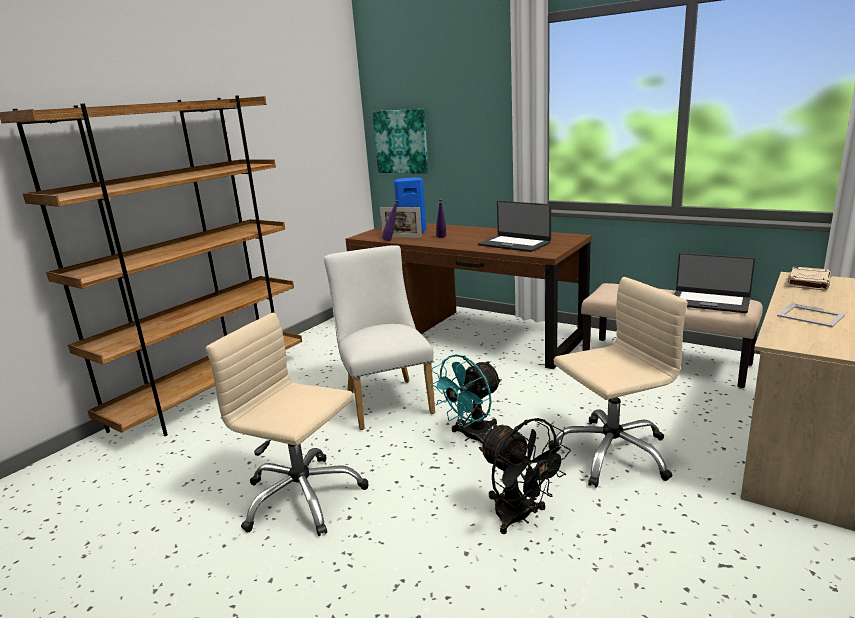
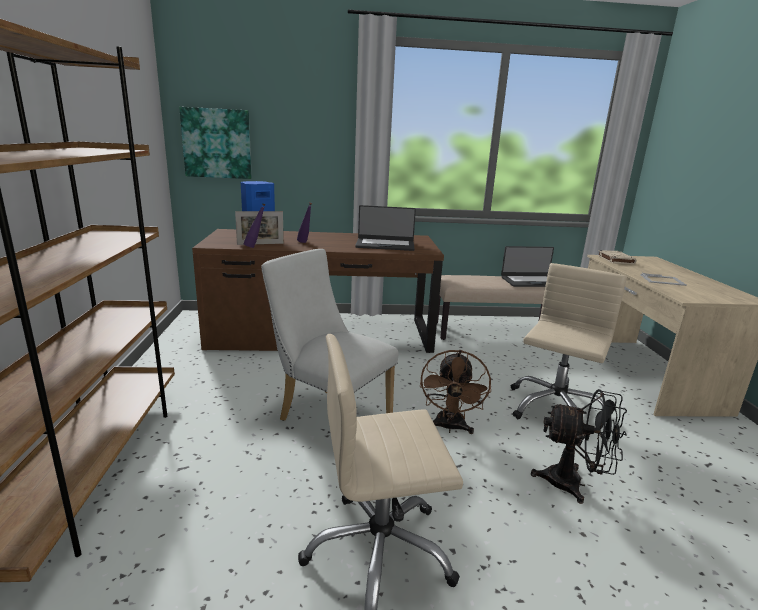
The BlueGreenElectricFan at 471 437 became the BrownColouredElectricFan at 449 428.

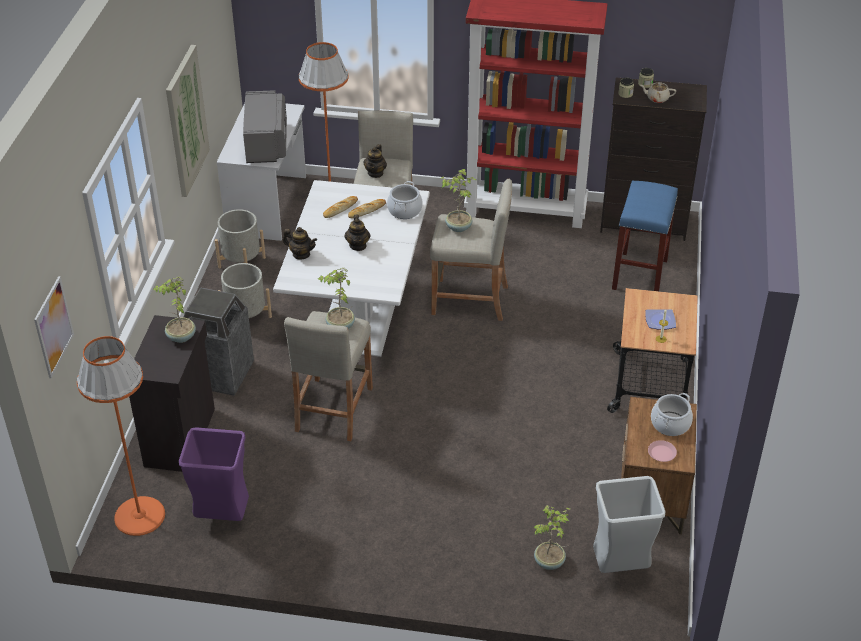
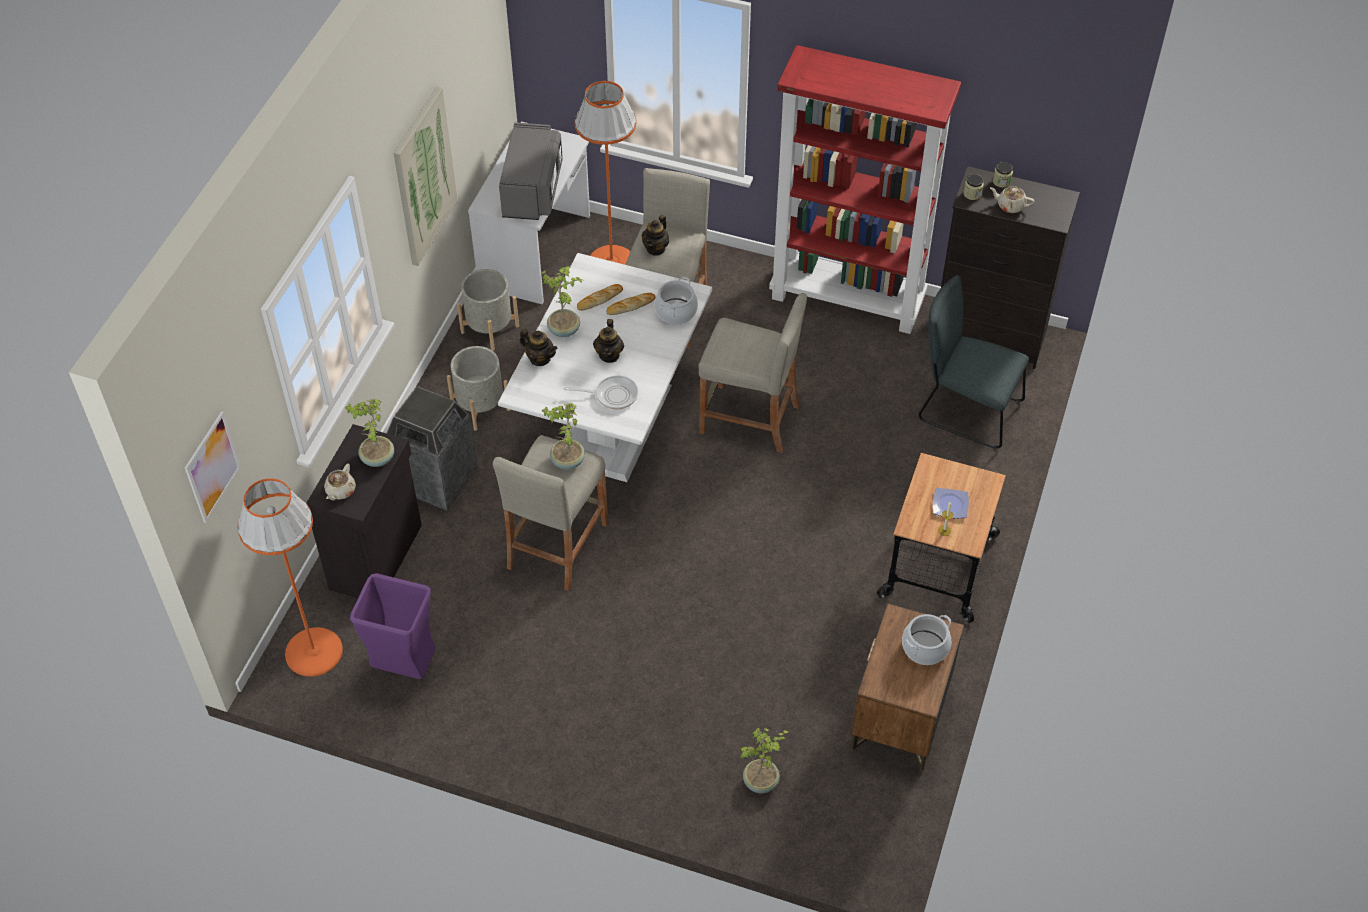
The GreyWasteBin at 619 568 disappeared.
The PinkFlatDish at 662 453 disappeared.
The BeigeTeapot at 340 491 appeared.
The FryingPan at 612 395 appeared.
The PottedPlant moved from 458 227 to 564 329.
The BlueColouredStoolSeat at 639 274 was replaced by the GreyUprightChair at 965 409.

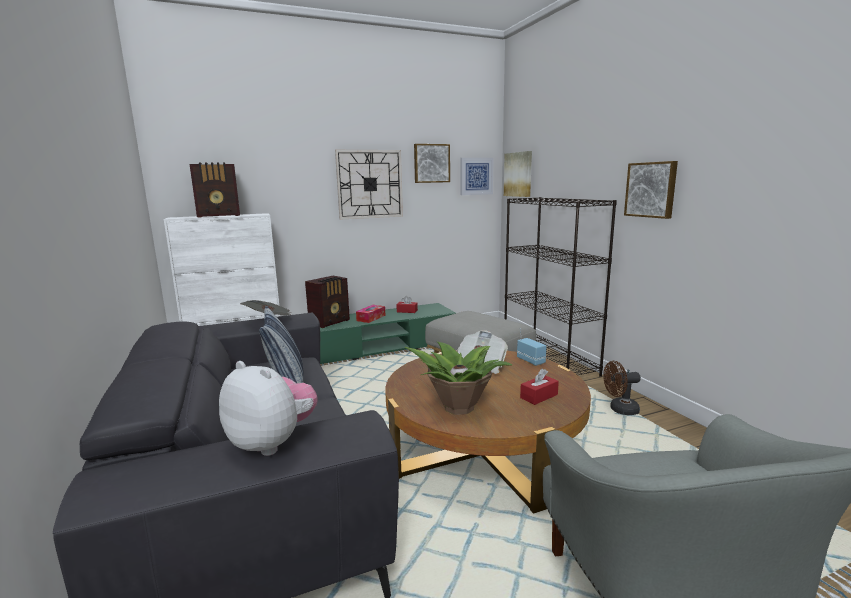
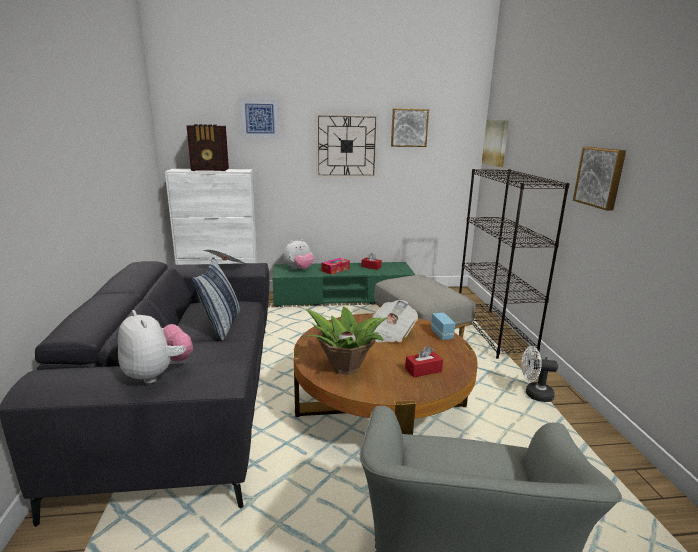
The WallPicture moved from 476 176 to 259 118.
The RadioSet at 330 322 was replaced by the SoftToy at 299 269.
The BrownColouredElectricFan at 620 410 became the WhiteColouredElectricFan at 534 394.

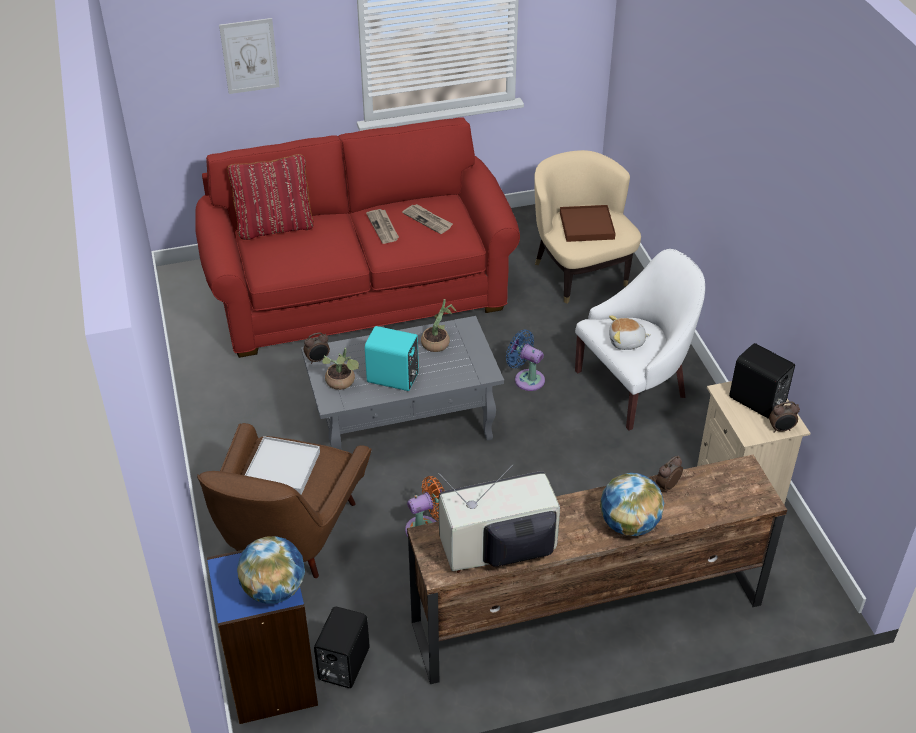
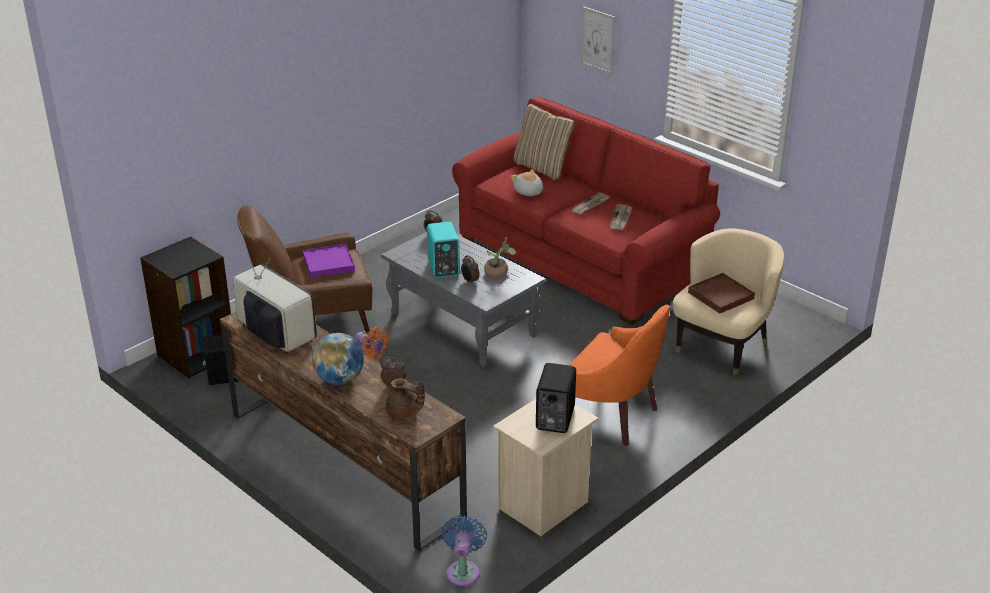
The DeskGlobe at 274 590 disappeared.
The PottedPlant at 342 383 disappeared.
The BrownColouredTeapot at 404 413 appeared.
The BlueColouredElectricFan moved from 526 379 to 463 571.
The SoftToy moved from 626 342 to 528 192.
The AlarmClock moved from 781 429 to 470 281.
The BlueColouredShelvingUnit at 271 681 became the BlackShelvingUnit at 196 354.
The RedColouredPillow at 275 227 became the BeigePillow at 542 168.
The WhiteColouredTray at 282 468 became the PurpleColouredTray at 328 263.
The WhiteColouredEasyChair at 634 386 became the OrangeyEasyChair at 611 416.

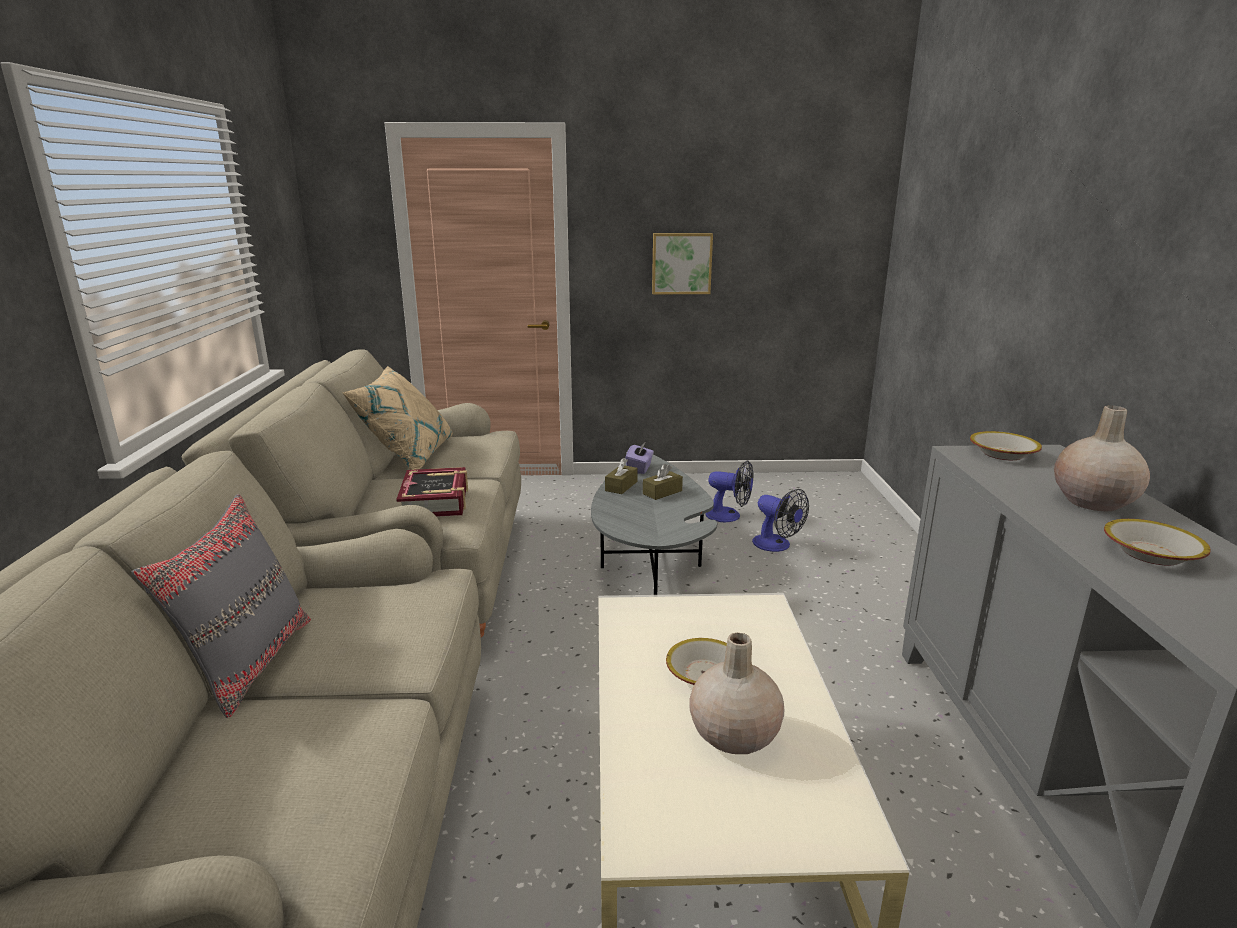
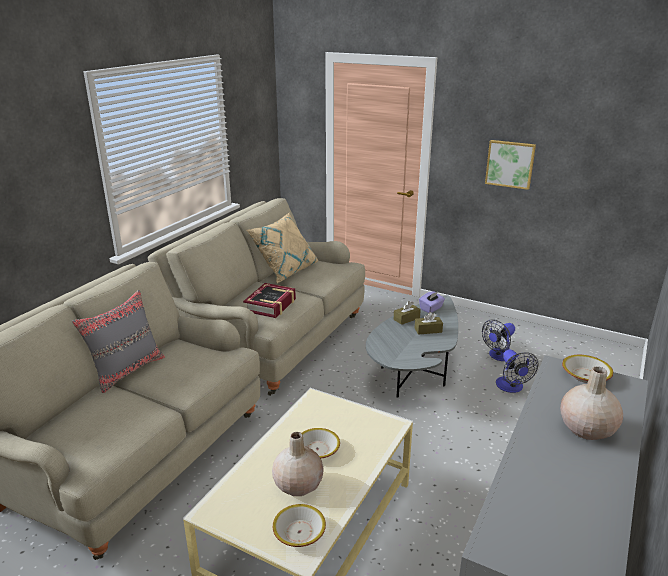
The DeepDish moved from 1151 554 to 299 532.
The ElectricFan at 729 516 turned 90 degrees clockwise.

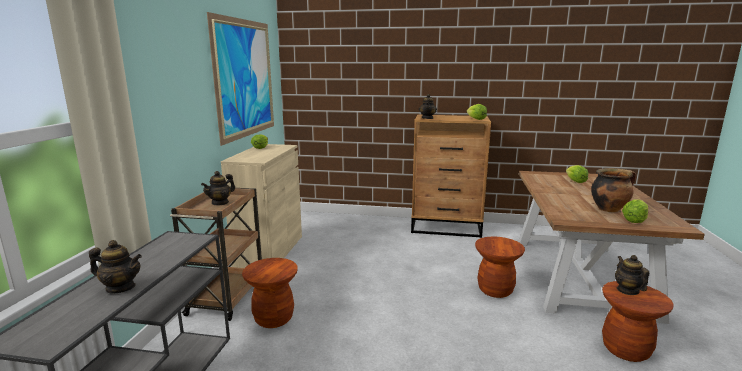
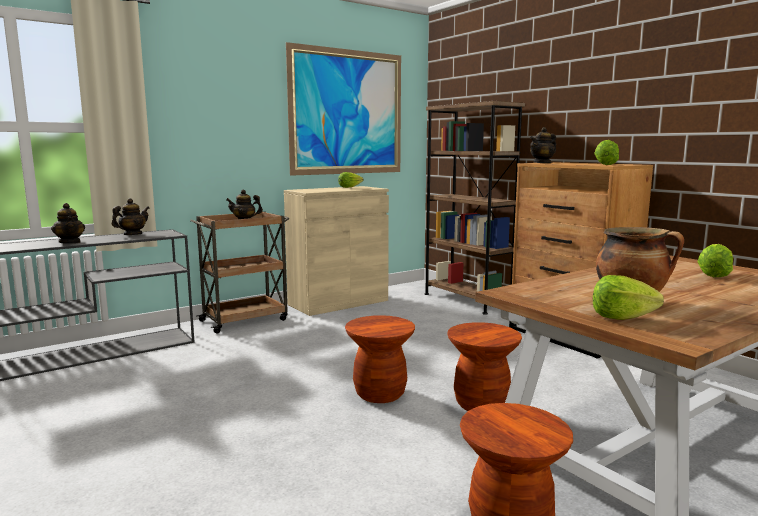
The BrownColouredShelvingUnit at 466 300 appeared.
The BrownColouredStoolSeat moved from 273 318 to 380 393.
The Teapot moved from 627 290 to 132 234.

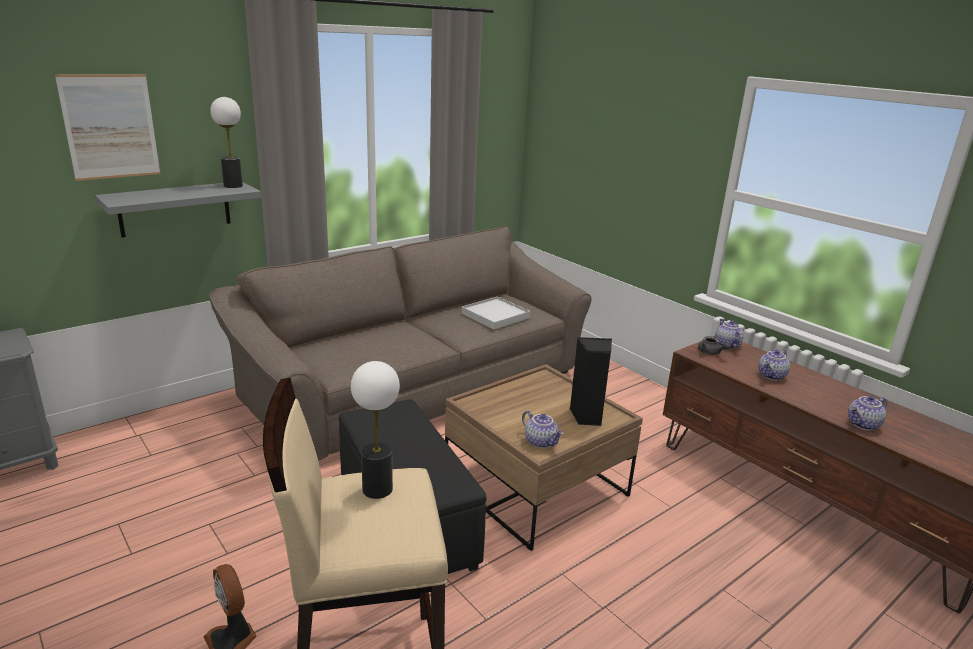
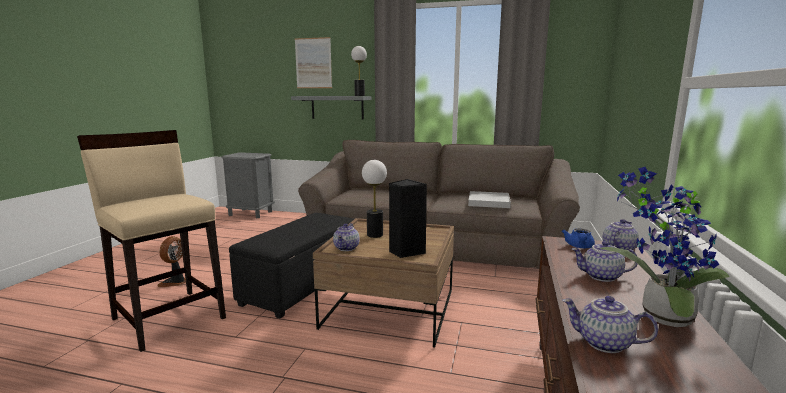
The PottedPlant at 659 316 appeared.
The TableLamp moved from 377 489 to 374 235.
The GreyTeapot at 711 353 became the BlueColouredTeapot at 579 247.

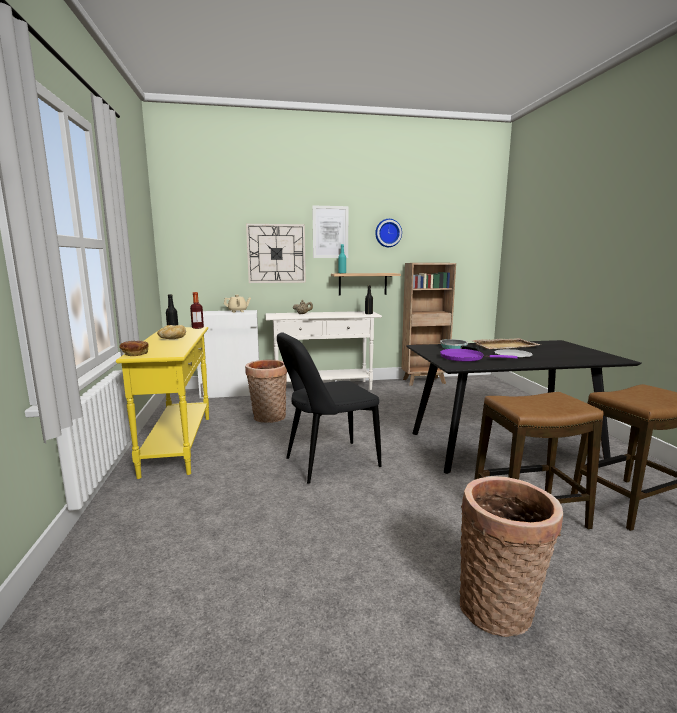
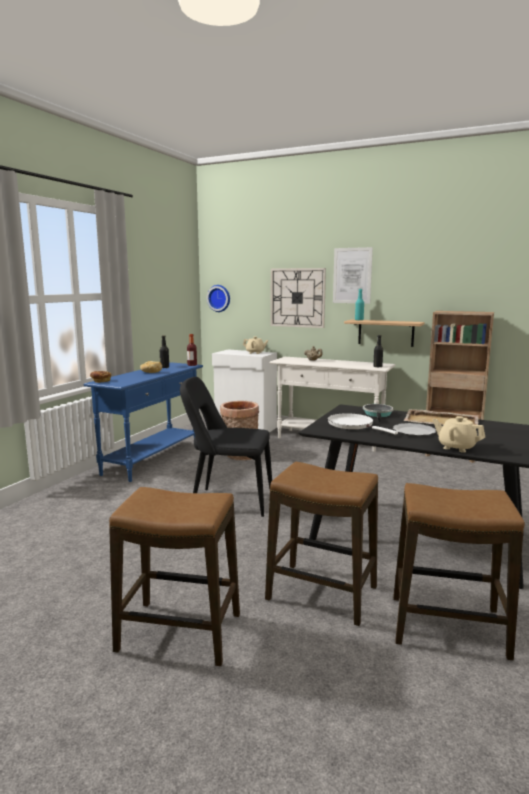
The BeigeTeapot at 456 447 appeared.
The HangingClock moved from 388 233 to 219 298.
The Basket at 500 608 was replaced by the StoolSeat at 180 632.
The YellowHallTable at 179 444 became the BlueColouredHallTable at 153 459.
The PurpleColouredFryingPan at 464 358 became the WhiteColouredFryingPan at 353 425.

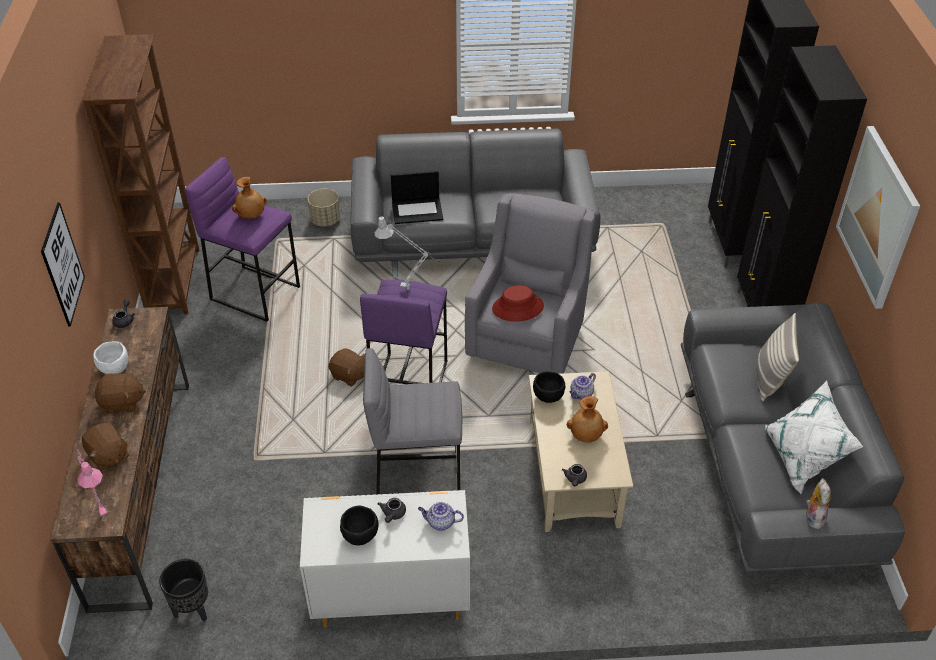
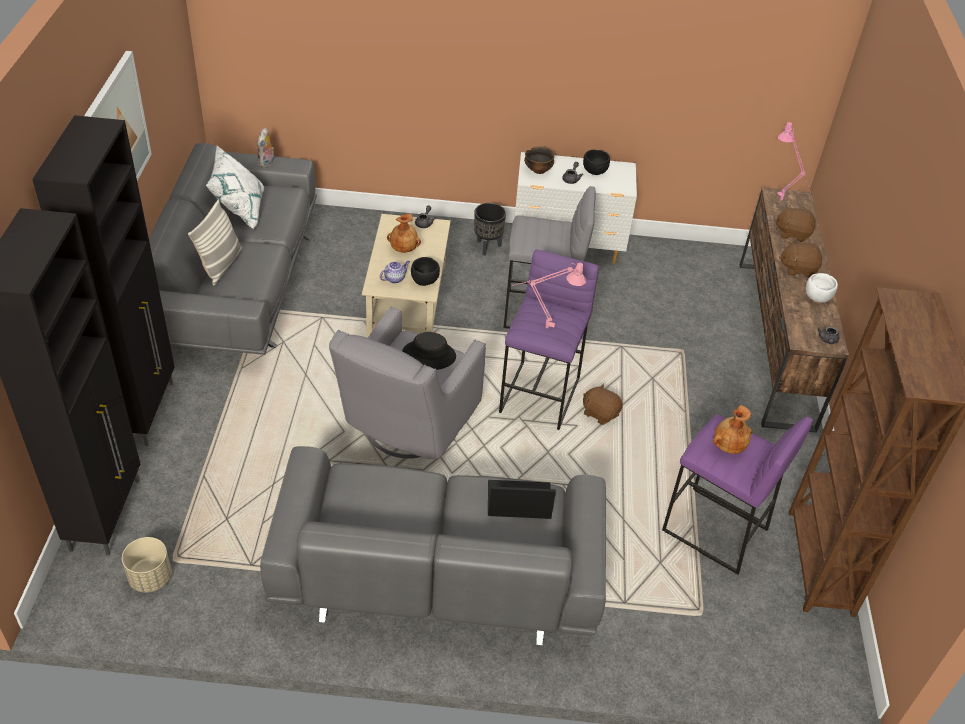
The WallPicture at 63 264 disappeared.
The BlackPlantPot moved from 192 610 to 487 247.
The BeigePlantPot moved from 325 220 to 150 578.
The Teapot at 440 523 was replaced by the DeepDish at 538 170.
The GreyTableLamp at 412 290 became the PinkTableLamp at 542 327.
The RedColouredClothingHat at 518 308 became the BlackClothingHat at 429 355.
The BrownColouredSoftToy at 108 456 turned 45 degrees counterclockwise.

